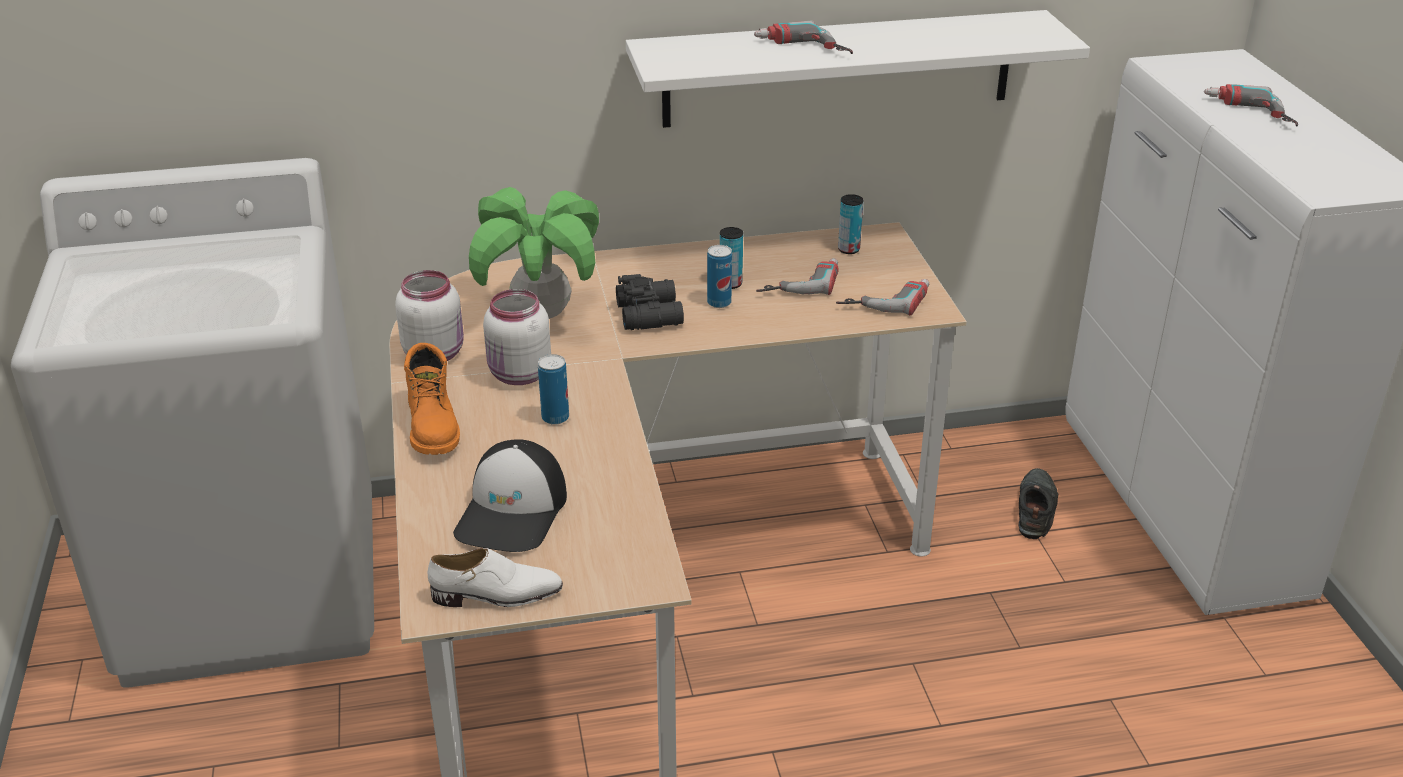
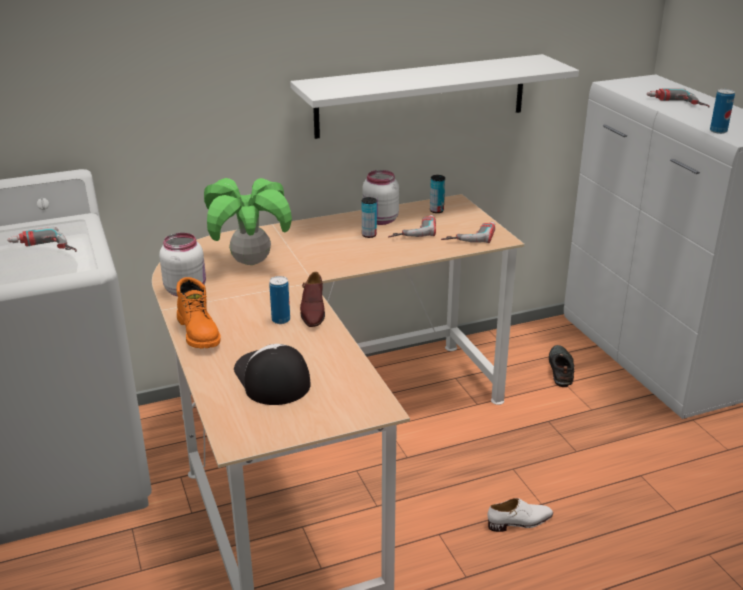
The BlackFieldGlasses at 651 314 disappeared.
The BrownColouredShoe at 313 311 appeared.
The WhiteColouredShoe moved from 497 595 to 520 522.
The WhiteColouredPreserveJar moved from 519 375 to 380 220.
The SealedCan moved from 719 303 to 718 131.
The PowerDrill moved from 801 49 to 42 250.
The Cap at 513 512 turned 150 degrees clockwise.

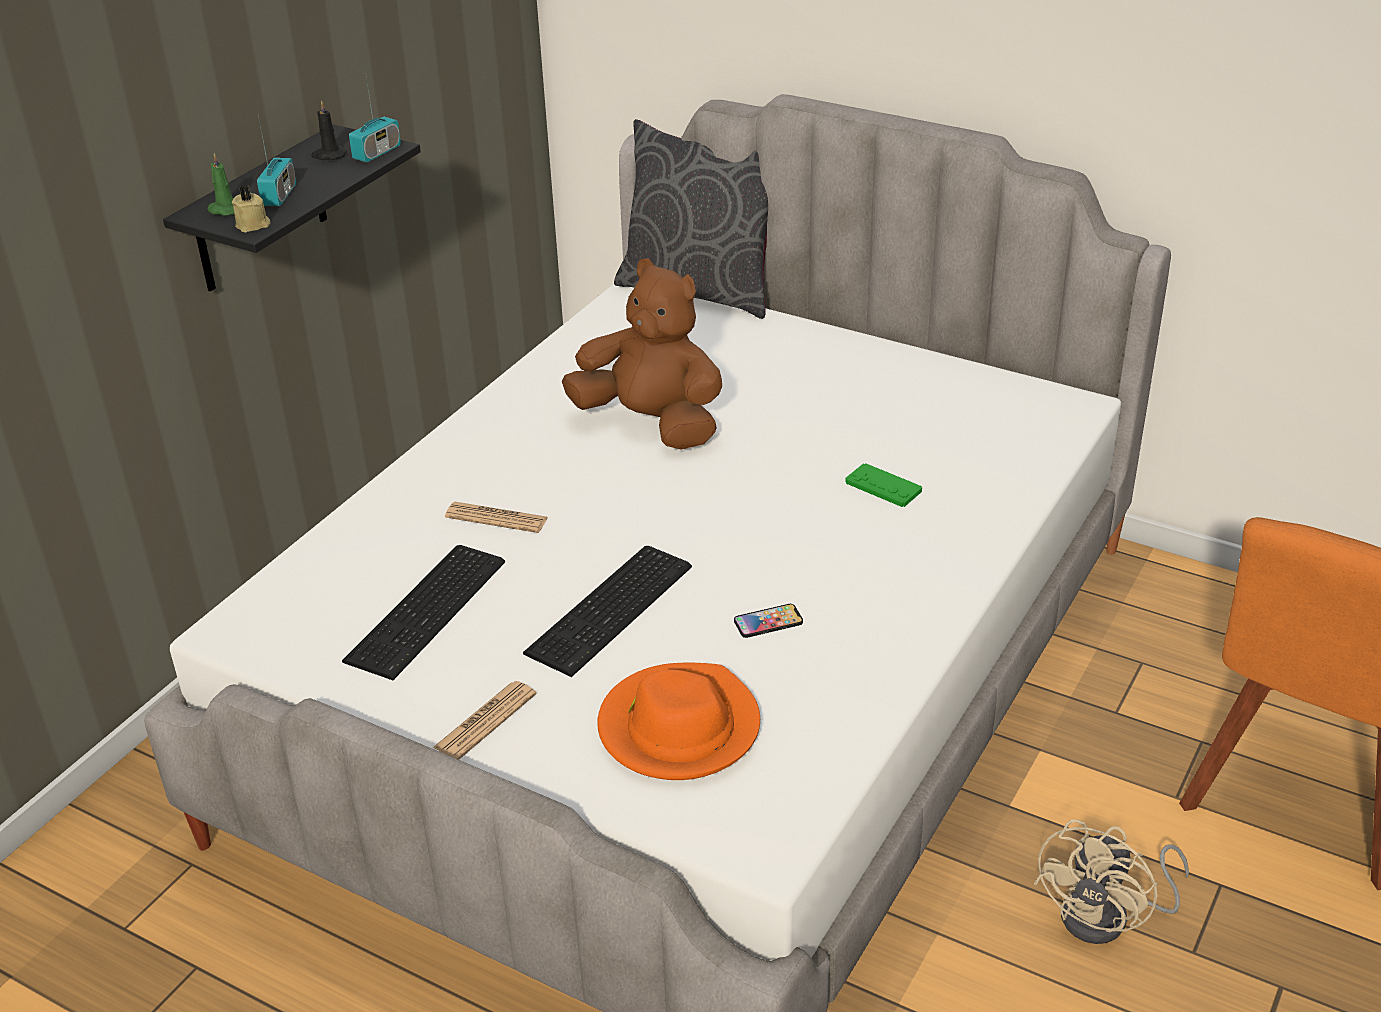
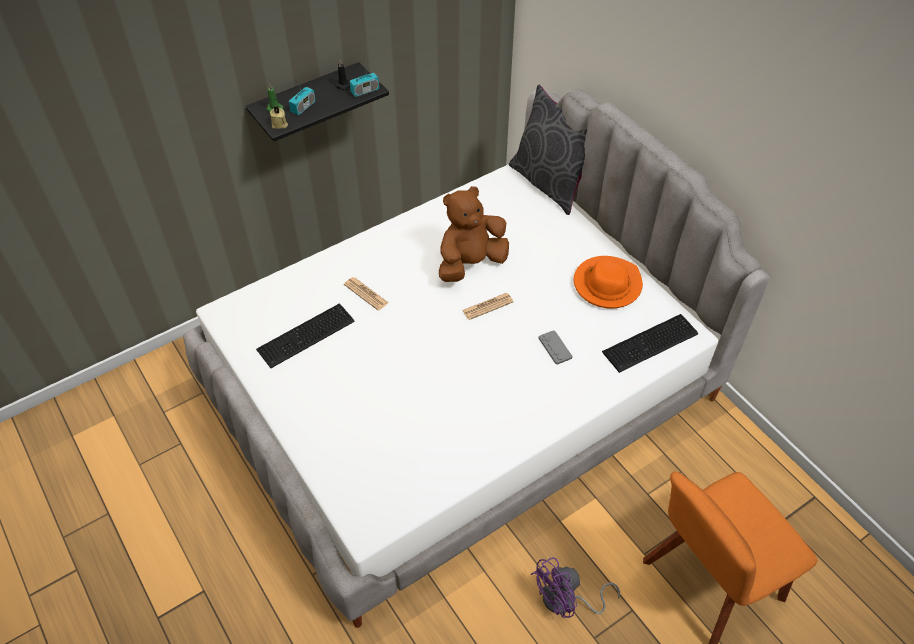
The Phone at 768 622 disappeared.
The PrintedPaper moved from 485 721 to 487 306.
The Keyboard moved from 614 609 to 652 343.
The OrangeyClothingHat moved from 678 728 to 607 284.
The GreenishGamepad at 883 486 became the GreyGamepad at 555 348.
The BeigeElectricFan at 1108 918 became the PurpleColouredElectricFan at 566 601.
The BrownColouredSoftToy at 652 423 turned 90 degrees counterclockwise.

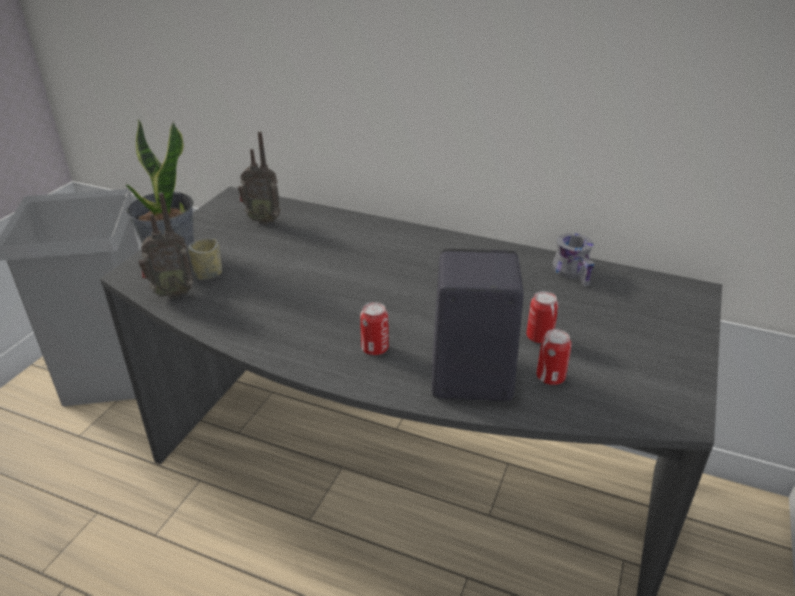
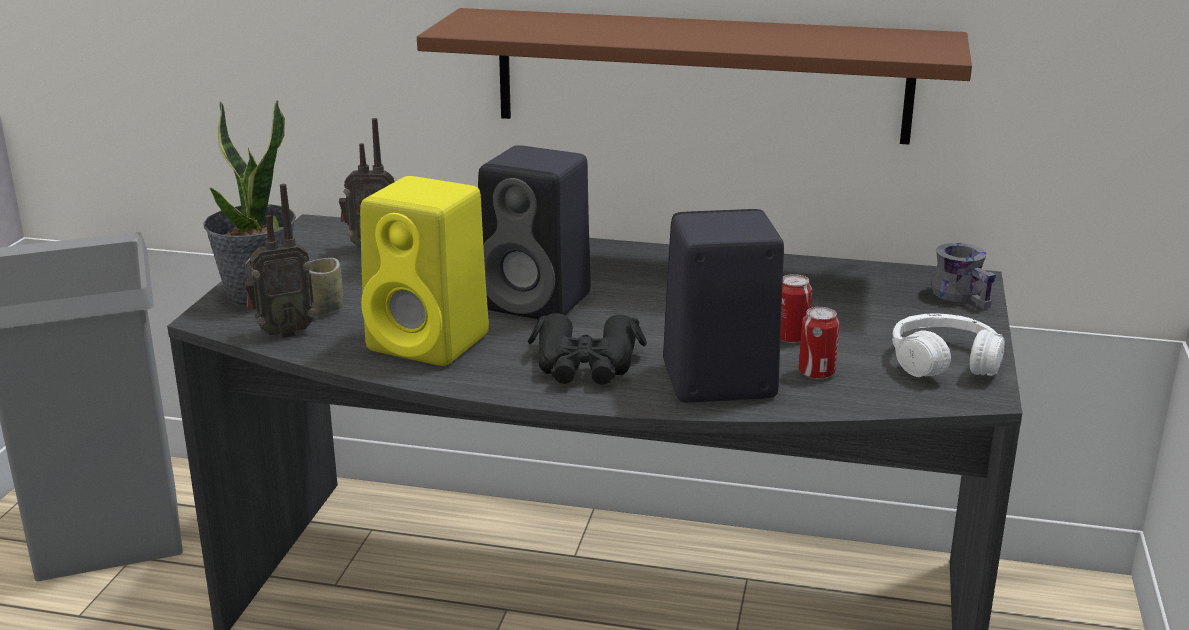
The YellowSpeaker at 432 342 appeared.
The BrownColouredShelf at 701 75 appeared.
The BlackSpeaker at 539 301 appeared.
The WhiteColouredPairOfHeadphones at 944 361 appeared.
The GreyMug moved from 575 272 to 964 295.
The SealedCan at 375 348 was replaced by the BlackFieldGlasses at 586 365.

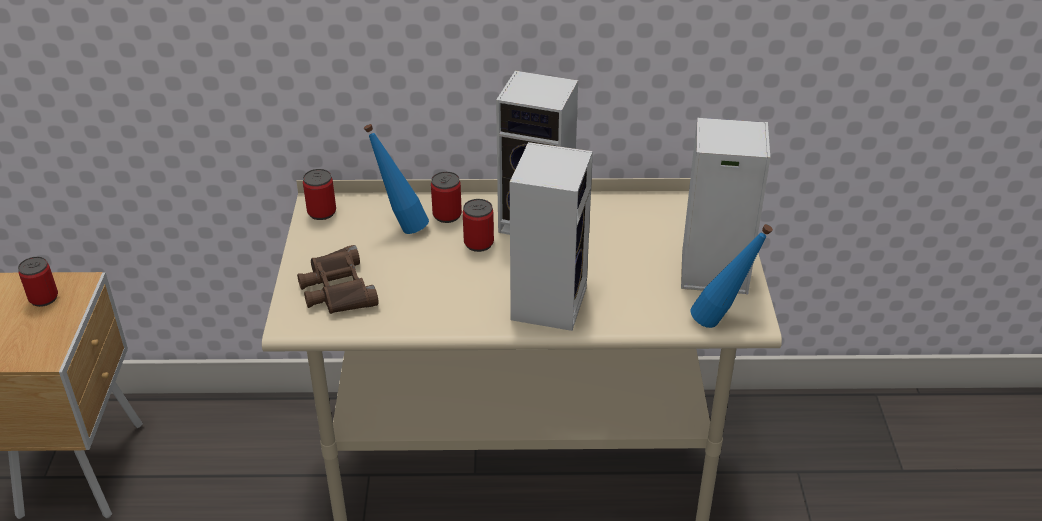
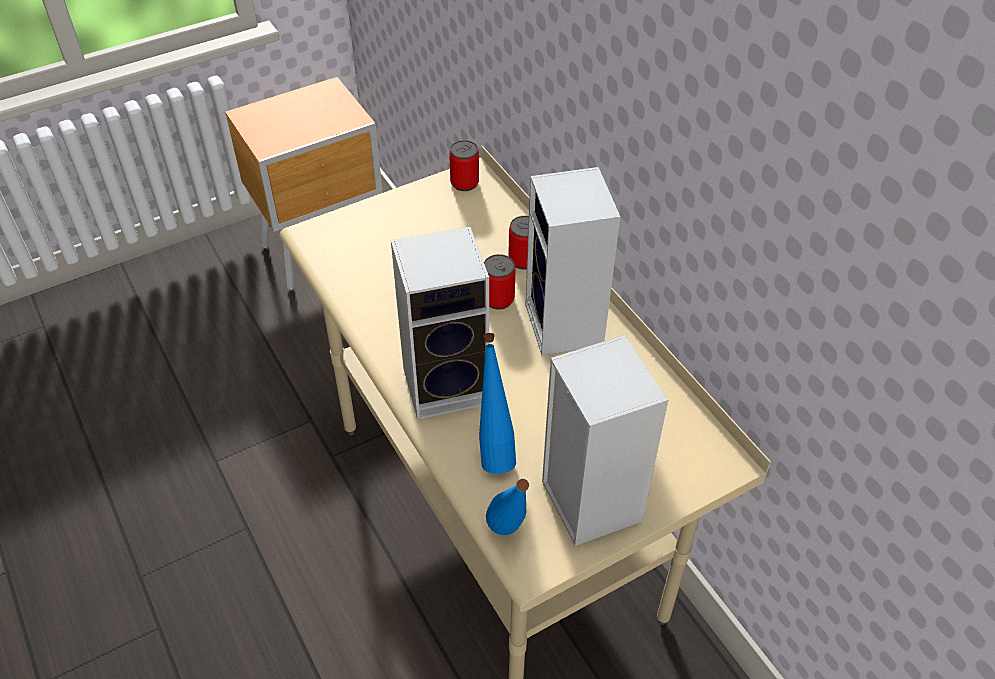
The SealedCan at 43 298 disappeared.
The BrownColouredFieldGlasses at 337 289 disappeared.
The BlueColouredDrinkBottle moved from 400 226 to 494 450.

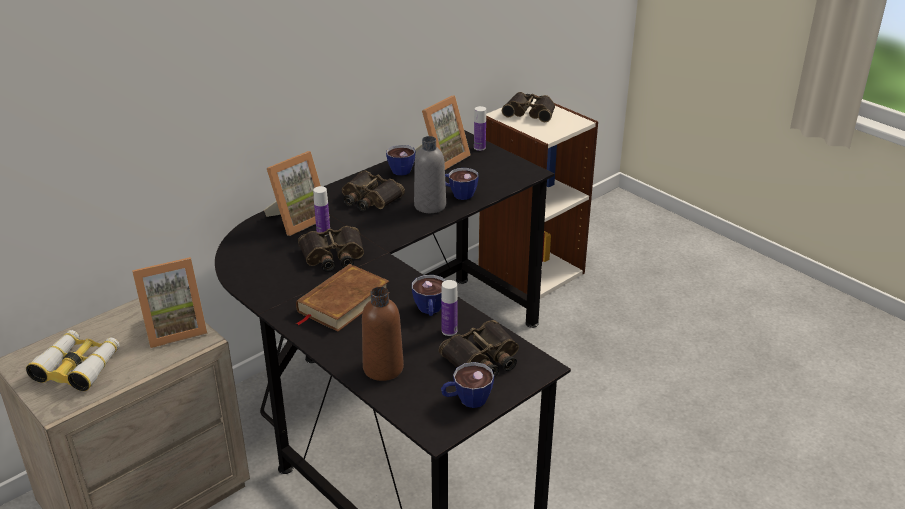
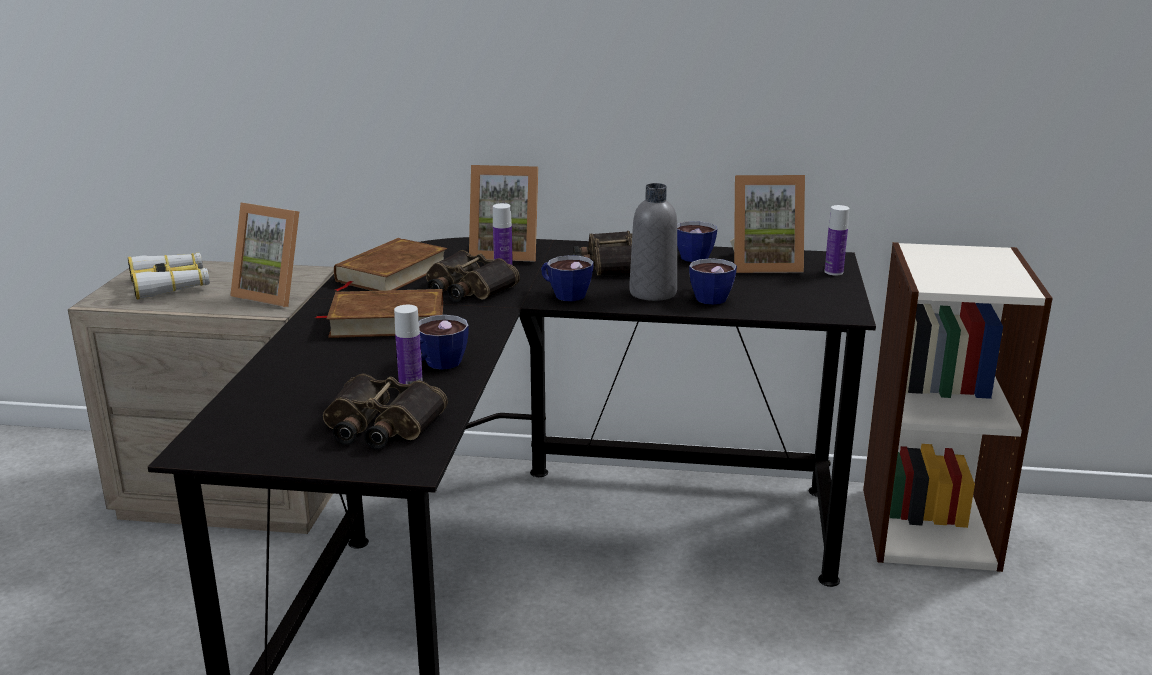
The BrownColouredDrinkBottle at 383 368 disappeared.
The FieldGlasses at 530 112 disappeared.
The BrownColouredVolume at 391 273 appeared.
The Cup moved from 466 400 to 564 294.

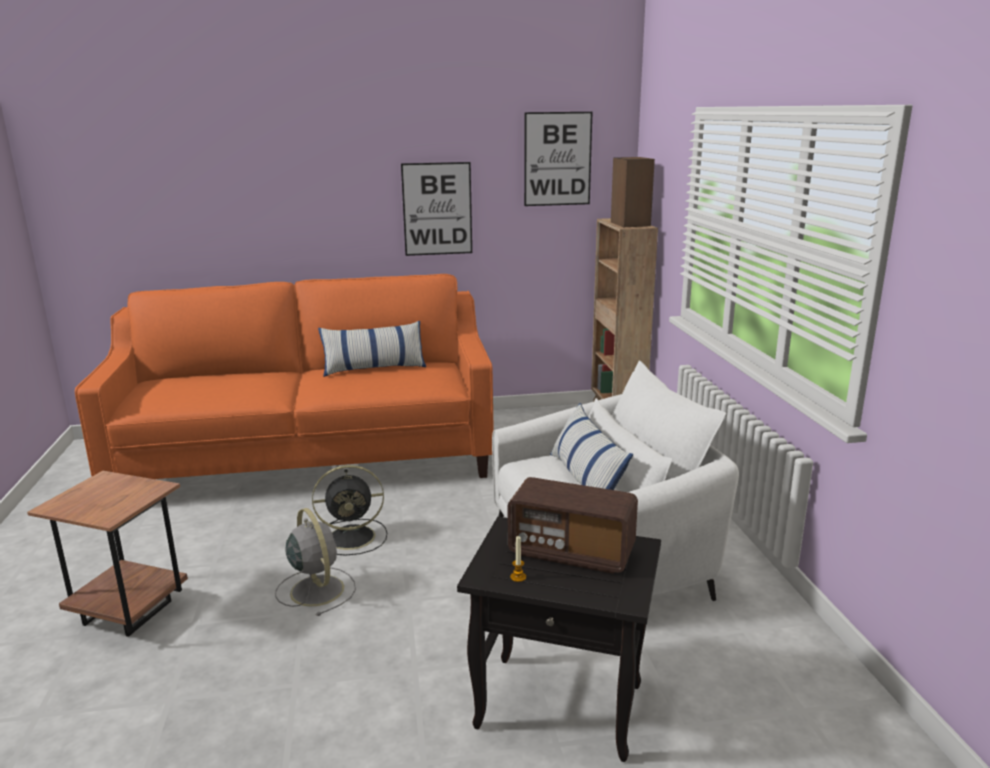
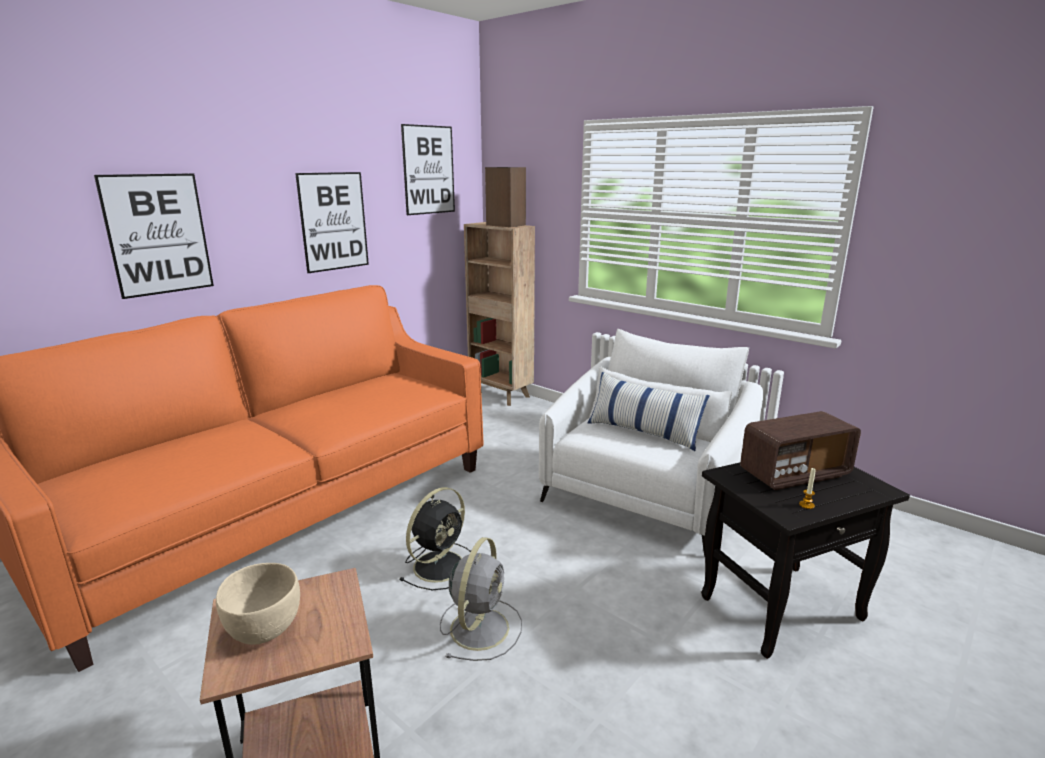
The Pillow at 374 368 disappeared.
The WallPicture at 158 234 appeared.
The BeigeDeepDish at 264 629 appeared.
The GreyElectricFan at 316 589 turned 90 degrees clockwise.

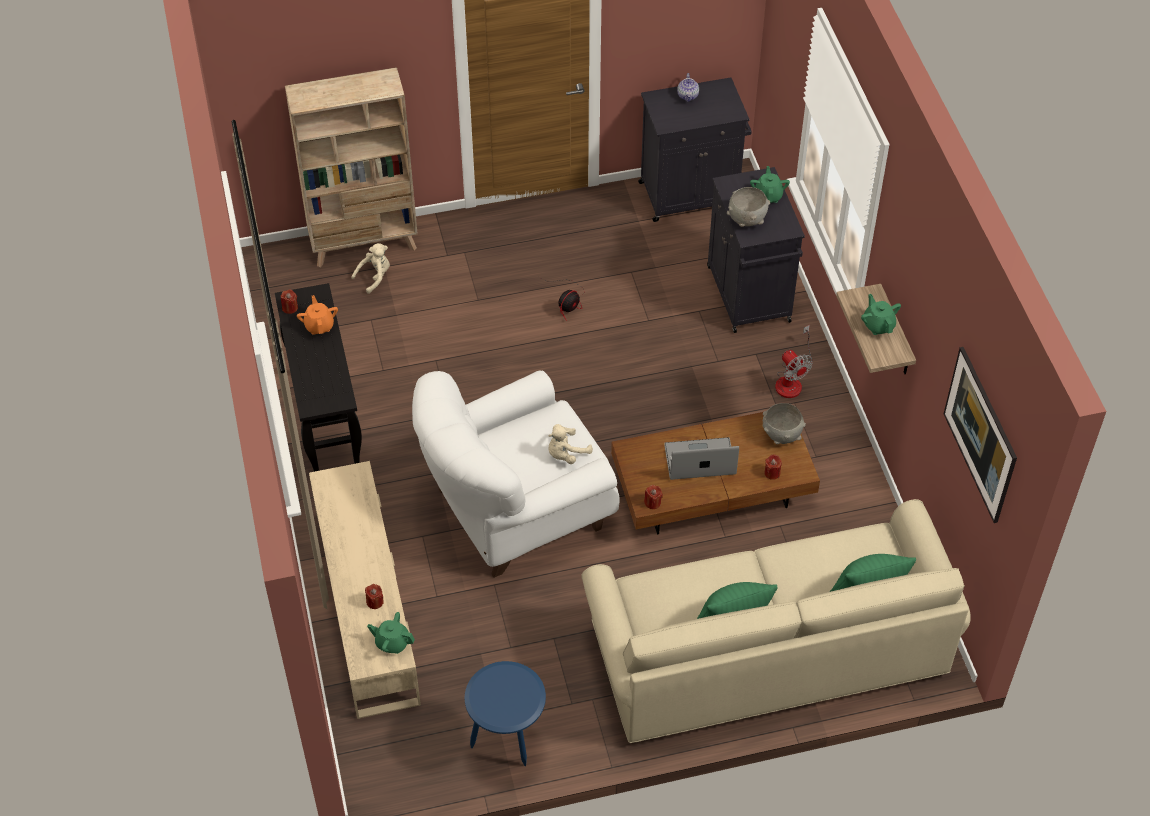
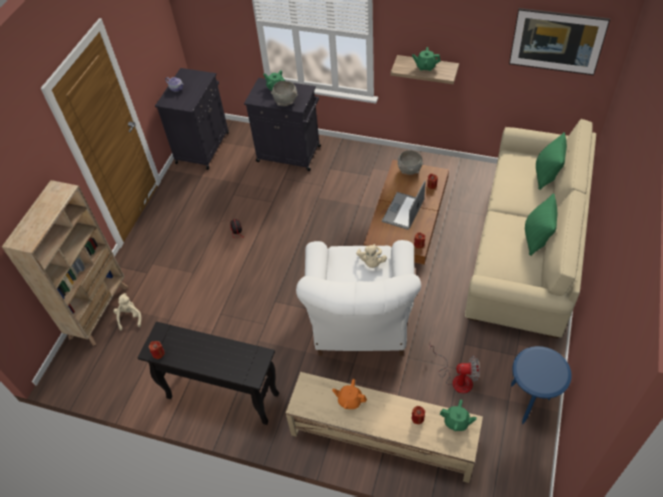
The OrangeyTeapot moved from 319 325 to 350 400.
The ElectricFan moved from 791 380 to 457 378.
The GreenishTeapot at 392 642 turned 120 degrees counterclockwise.

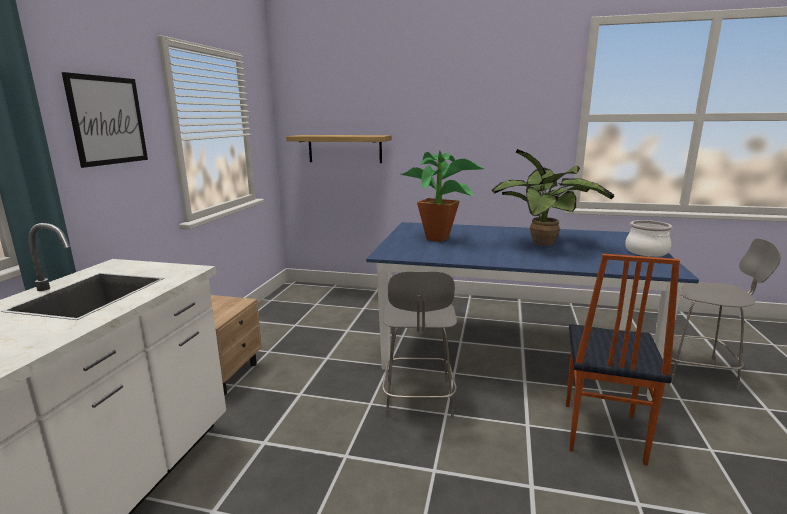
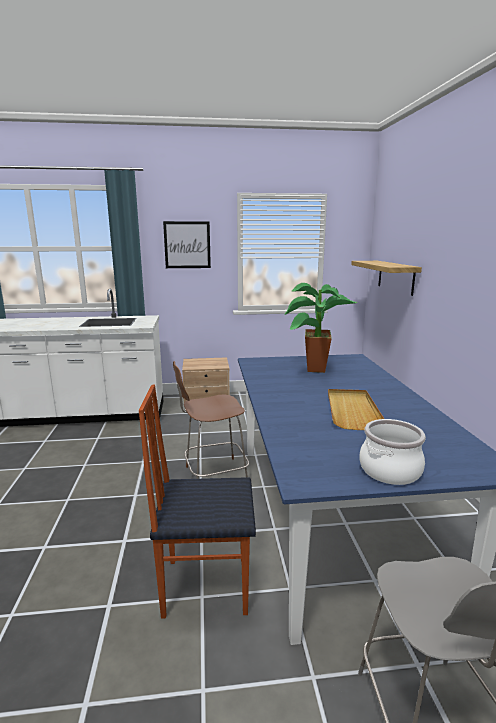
The PottedPlant at 546 244 was replaced by the BeigeTray at 352 411.
The GreyUprightChair at 418 400 became the BrownColouredUprightChair at 213 476.

